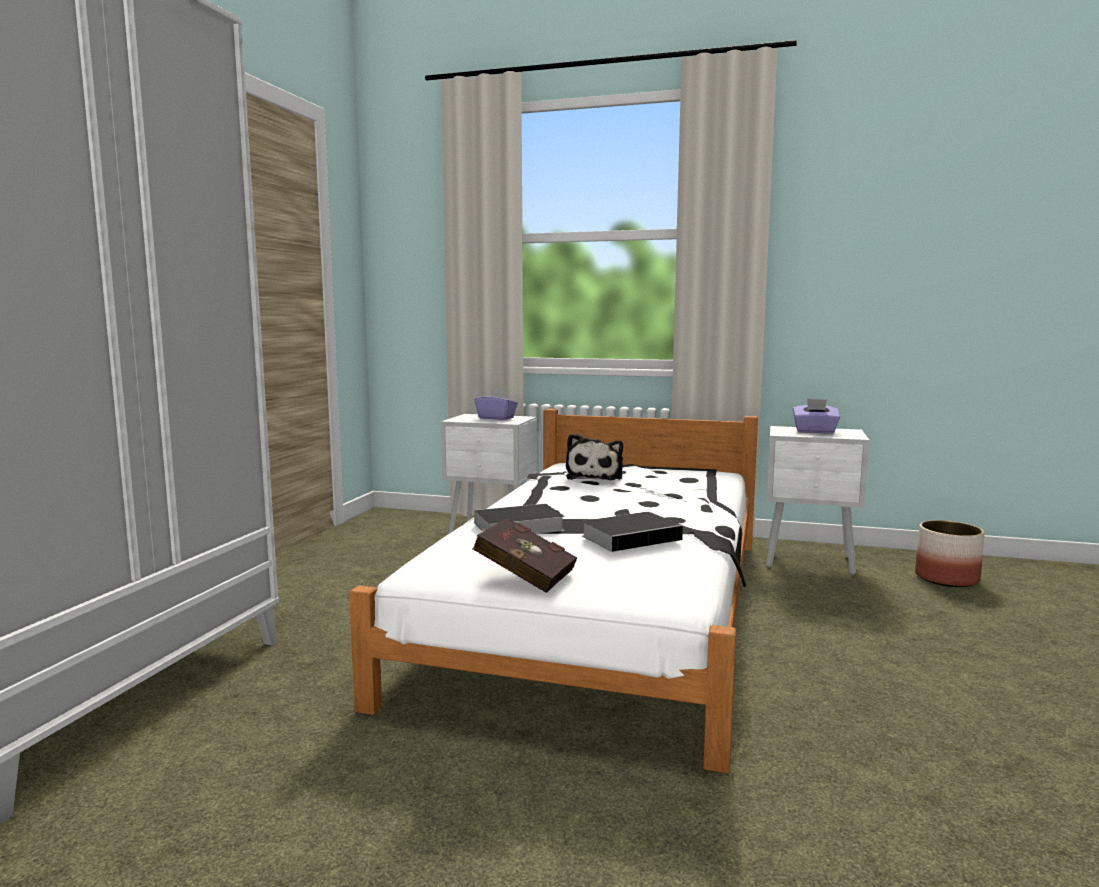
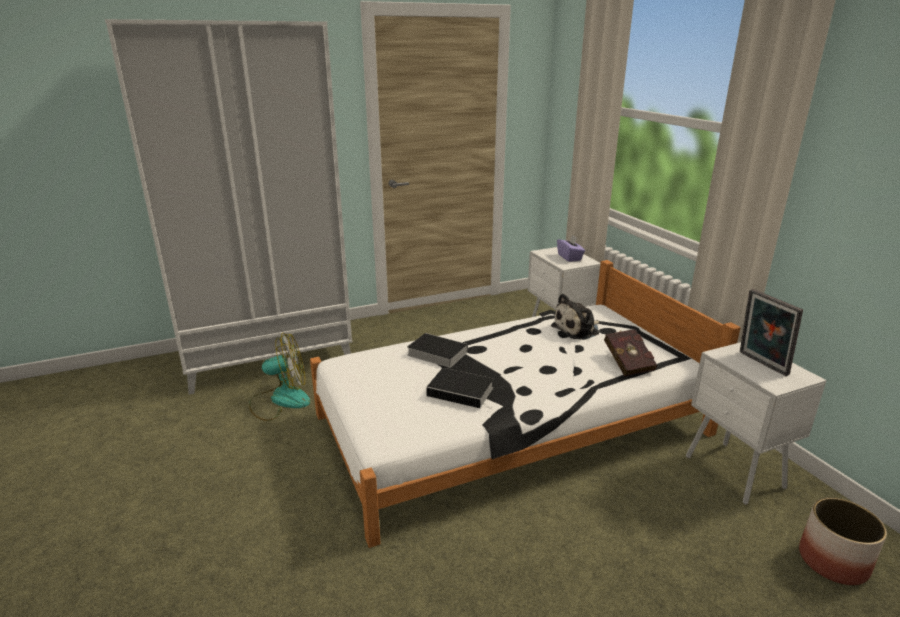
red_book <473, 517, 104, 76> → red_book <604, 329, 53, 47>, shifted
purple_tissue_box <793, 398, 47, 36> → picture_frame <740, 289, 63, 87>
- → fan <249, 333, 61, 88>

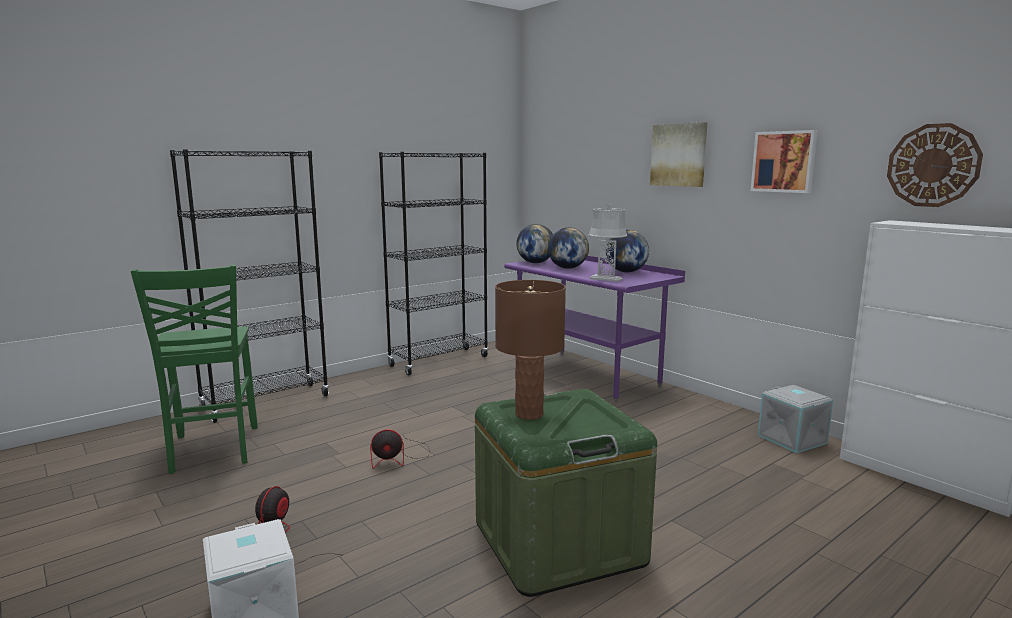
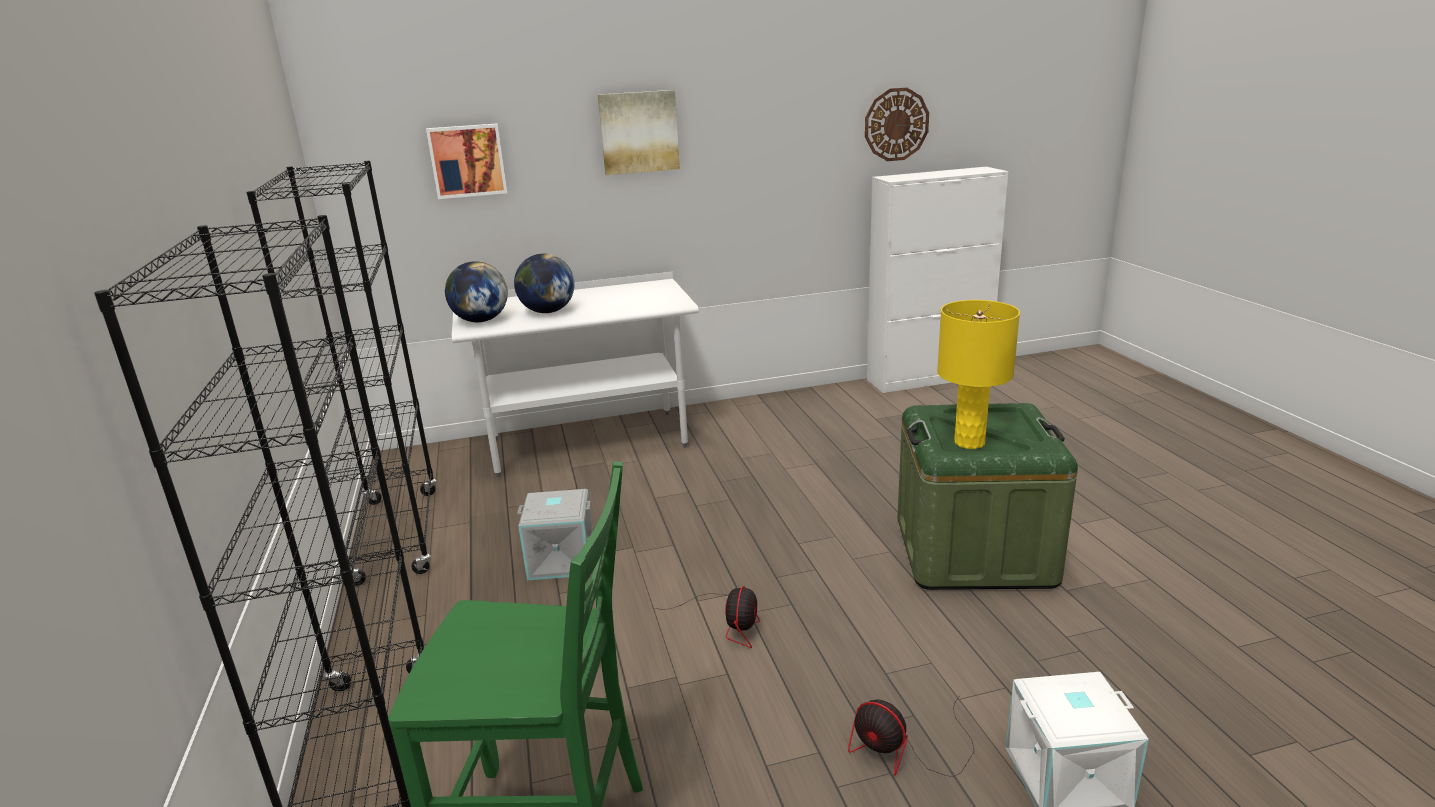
brown_table_lamp <495, 280, 71, 140> → yellow_table_lamp <937, 300, 83, 149>
purple_desk <504, 256, 181, 146> → white_desk <452, 272, 247, 206>
grey_table_lamp <589, 204, 38, 78> → -
globe <606, 230, 43, 42> → -
picture <751, 130, 67, 63> → picture <426, 124, 81, 75>, shifted
grey_storage_box <758, 385, 75, 68> → grey_storage_box <517, 489, 76, 91>, shifted

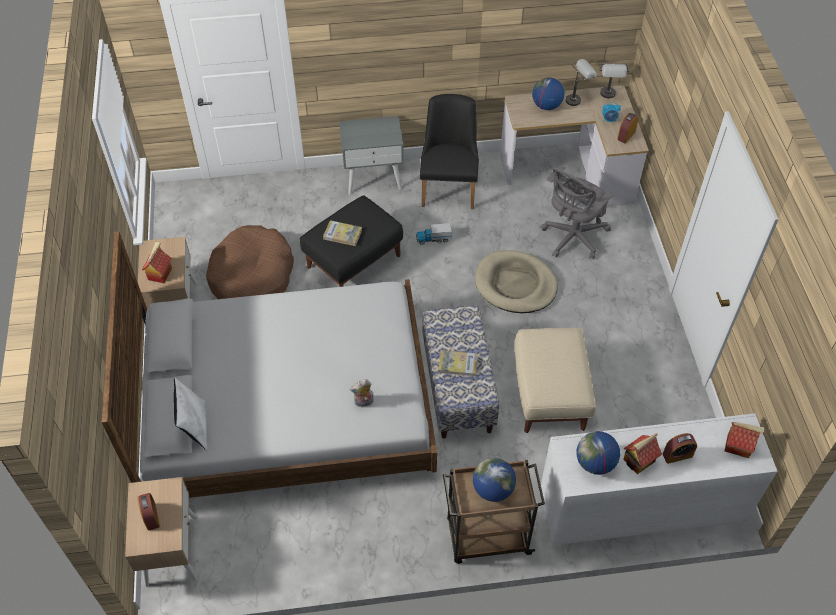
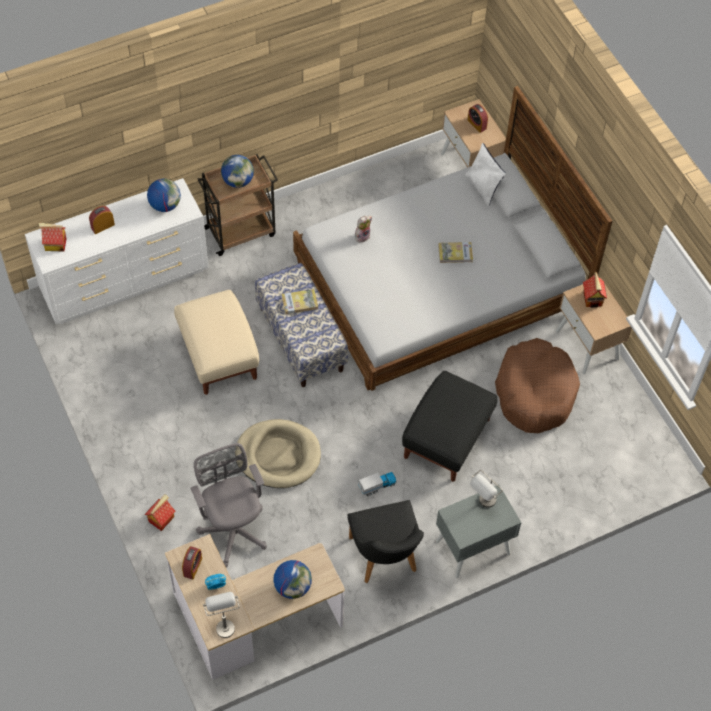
book <323, 220, 39, 26> → book <438, 242, 35, 21>, shifted
grey_office_chair <540, 165, 73, 94> → grey_office_chair <191, 443, 76, 125>, 45 degrees counterclockwise
grey_table_lamp <566, 59, 31, 47> → grey_table_lamp <470, 470, 33, 38>, shifted
toy_house <623, 433, 39, 41> → toy_house <145, 494, 30, 37>, shifted

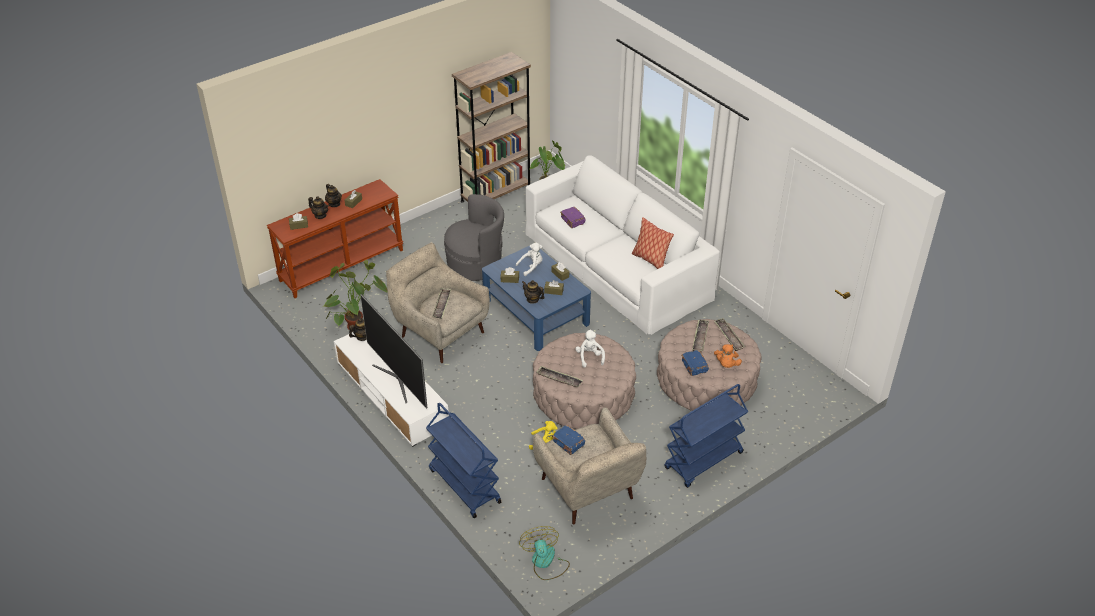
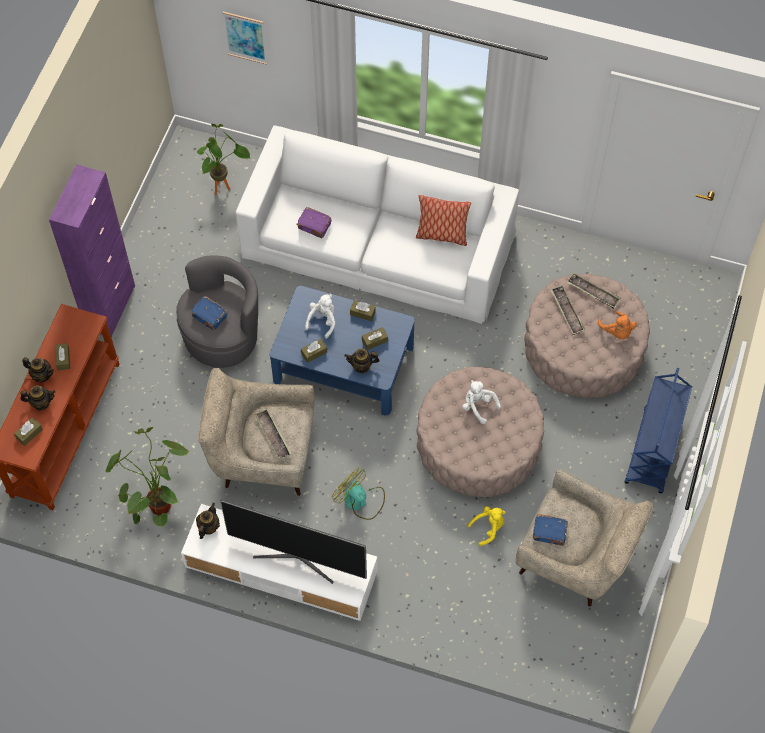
blue_cart <426, 403, 75, 115> → -
brown_bookcase <452, 52, 79, 151> → -
fan <519, 526, 51, 54> → fan <332, 468, 53, 52>, shifted
tray <536, 366, 47, 21> → -
blue_book <681, 350, 28, 26> → blue_book <190, 296, 38, 35>, shifted
- → purple_cabinet <49, 165, 86, 173>
- → picture <223, 12, 44, 53>

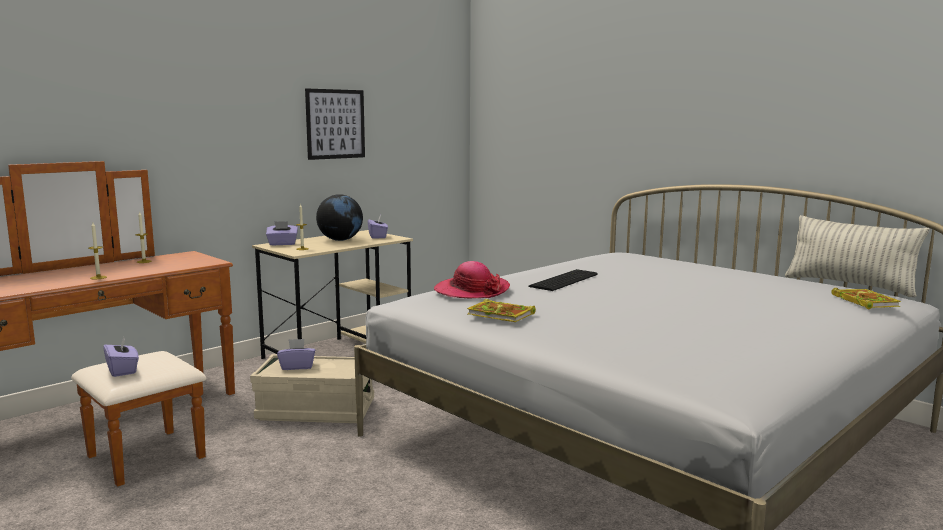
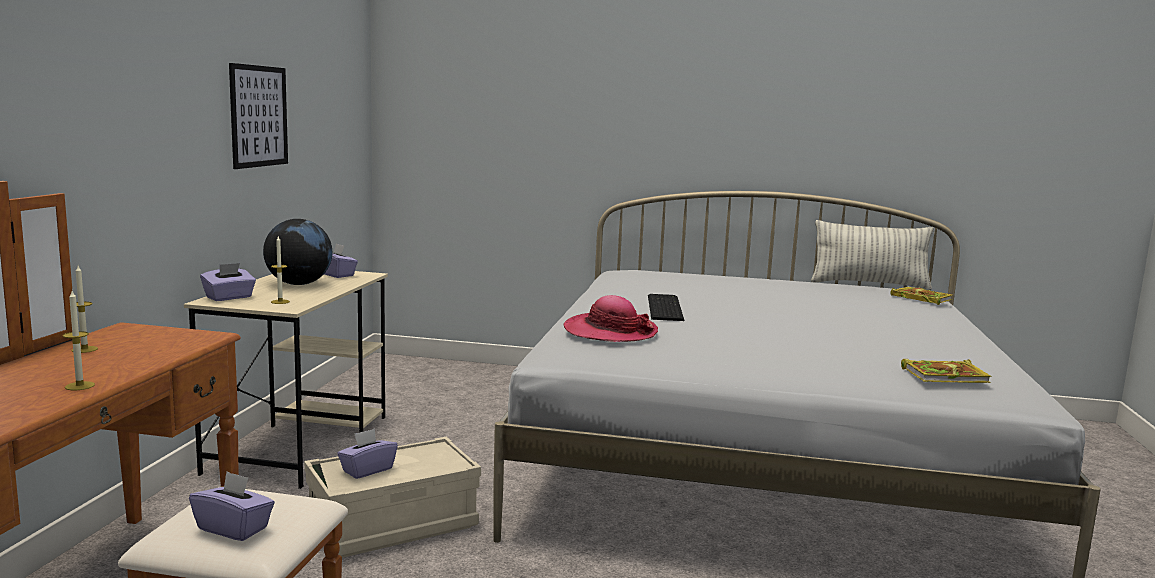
book <467, 299, 69, 23> → book <901, 359, 91, 24>, shifted

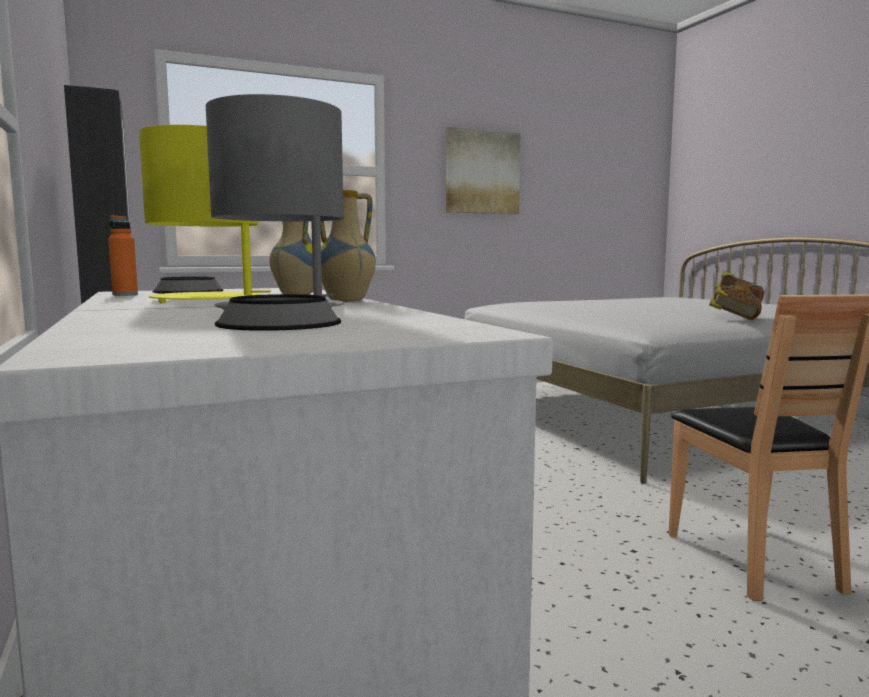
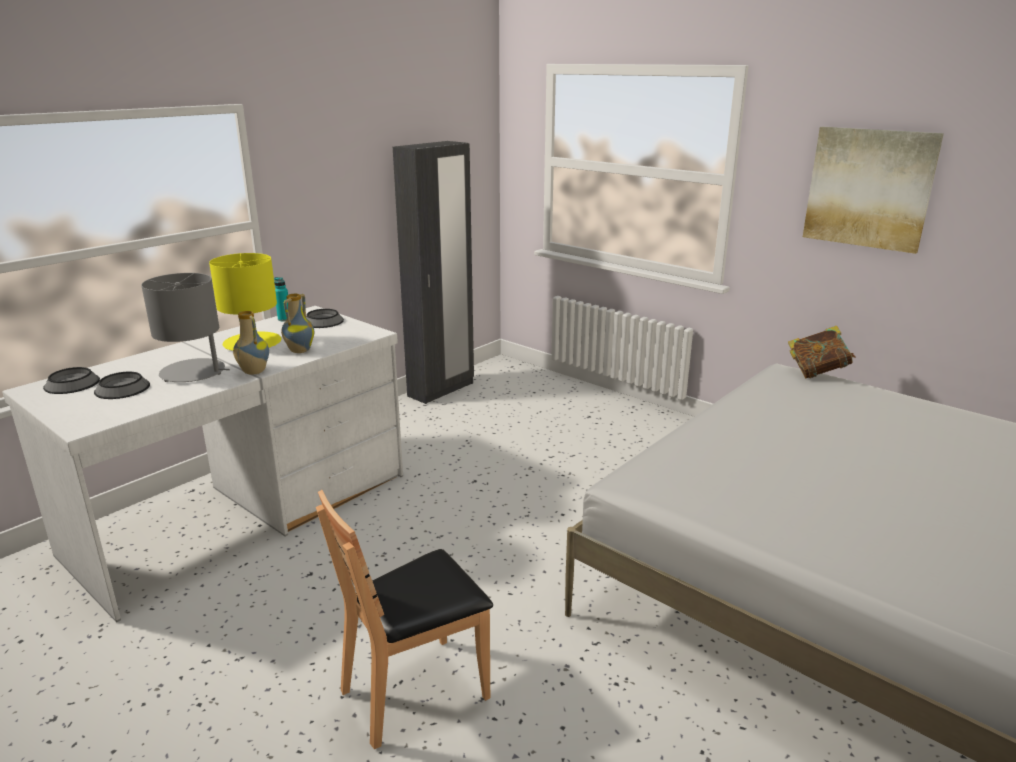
orange_bottle <108, 215, 30, 81> → turquoise_bottle <274, 277, 14, 44>
book <709, 271, 55, 49> → book <788, 326, 68, 52>, shifted
- → bowl <43, 367, 57, 27>

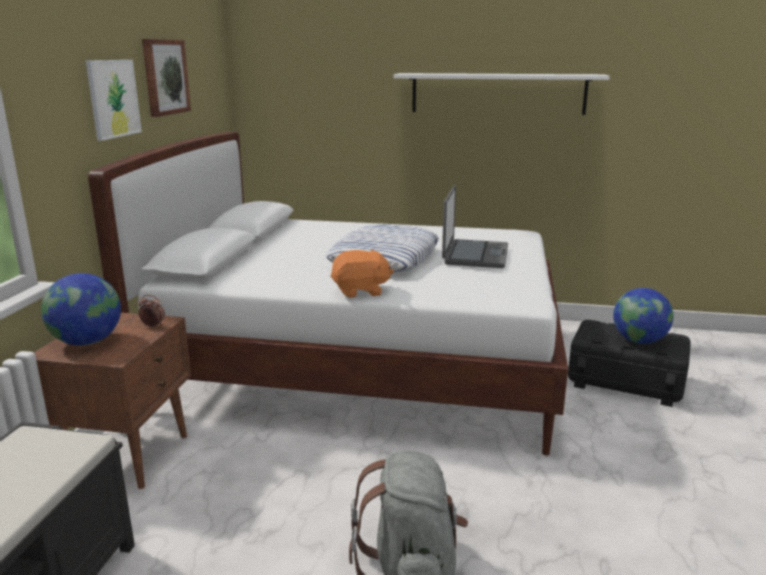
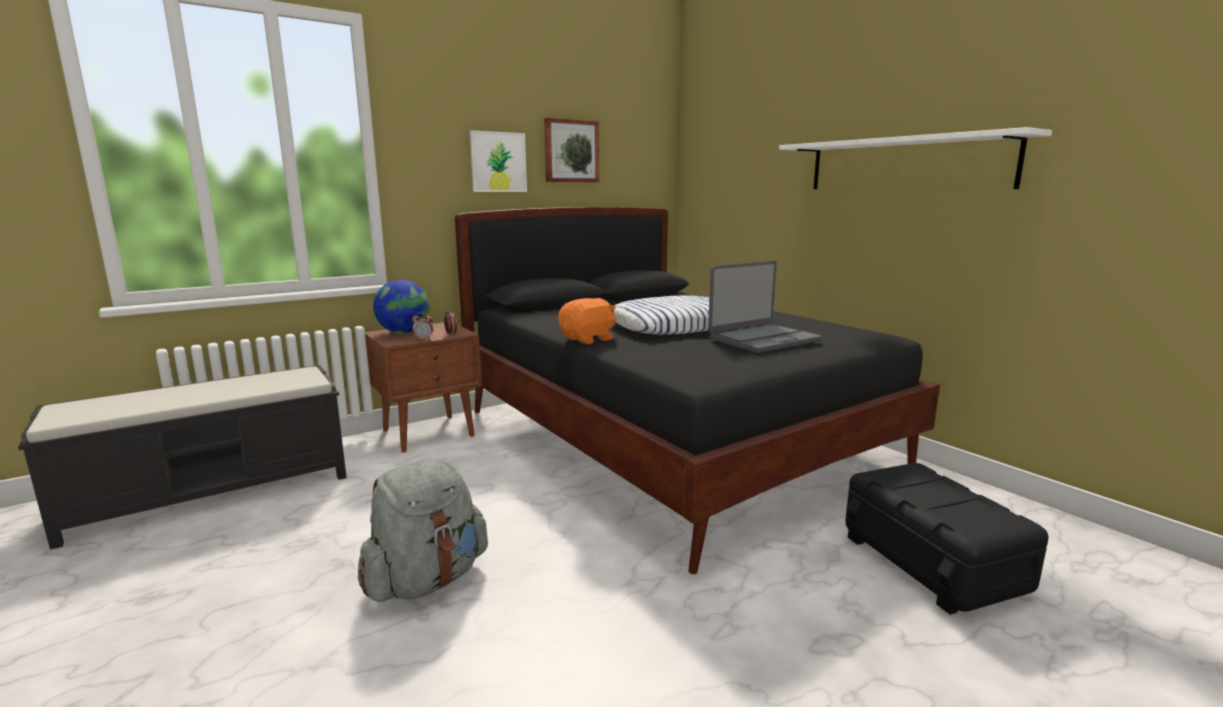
white_bed <88, 132, 480, 324> → black_bed <455, 207, 485, 367>
orange_plush_toy <330, 250, 64, 48> → orange_plush_toy <558, 298, 58, 46>, 75 degrees counterclockwise
globe <613, 288, 60, 56> → -
- → alarm_clock <412, 312, 21, 28>

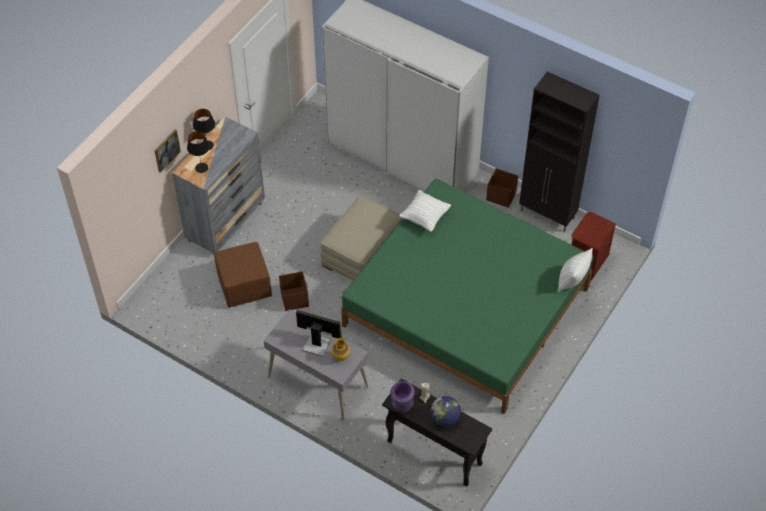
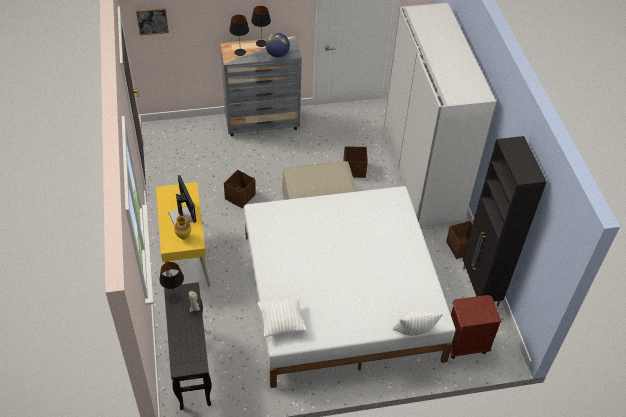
picture <154, 130, 27, 43> → picture <136, 8, 33, 27>, shifted
brown_ottoman <214, 242, 58, 66> → -
grey_desk <264, 309, 105, 111> → yellow_desk <156, 182, 54, 105>
green_bed <341, 179, 253, 235> → white_bed <244, 186, 211, 202>
purple_vase <391, 381, 24, 32> → black_table_lamp <159, 262, 25, 43>
white_pillow <399, 190, 52, 42> → white_pillow <257, 296, 50, 41>, shifted
globe <431, 396, 30, 31> → globe <266, 33, 24, 25>, shifted
- → brown_storage_box <343, 146, 25, 32>

